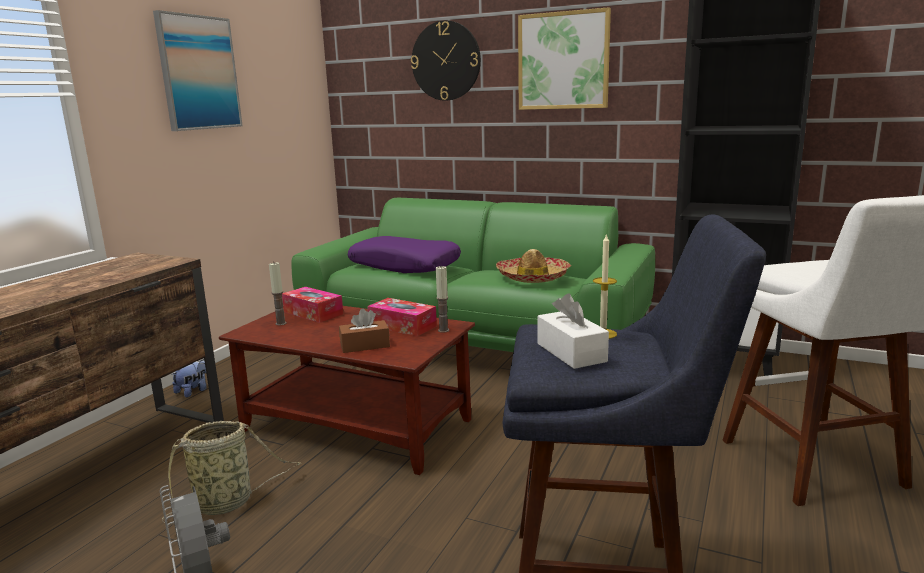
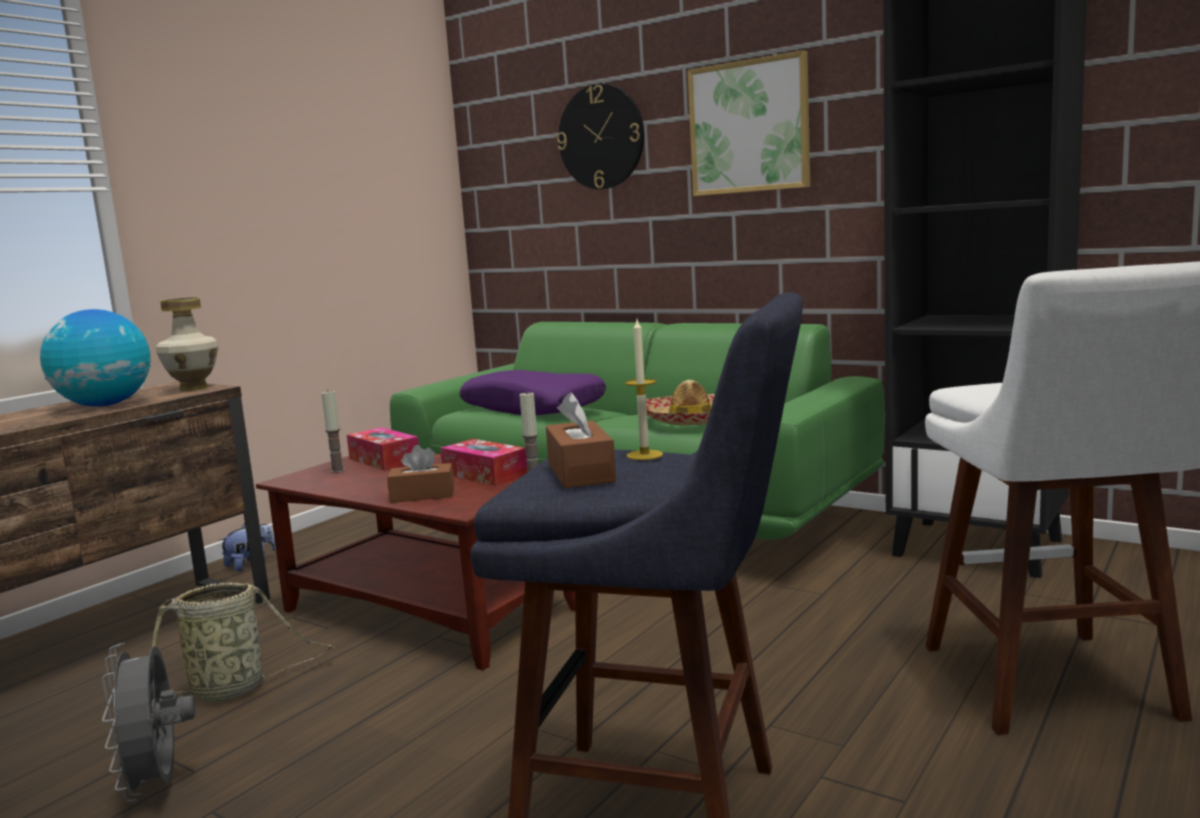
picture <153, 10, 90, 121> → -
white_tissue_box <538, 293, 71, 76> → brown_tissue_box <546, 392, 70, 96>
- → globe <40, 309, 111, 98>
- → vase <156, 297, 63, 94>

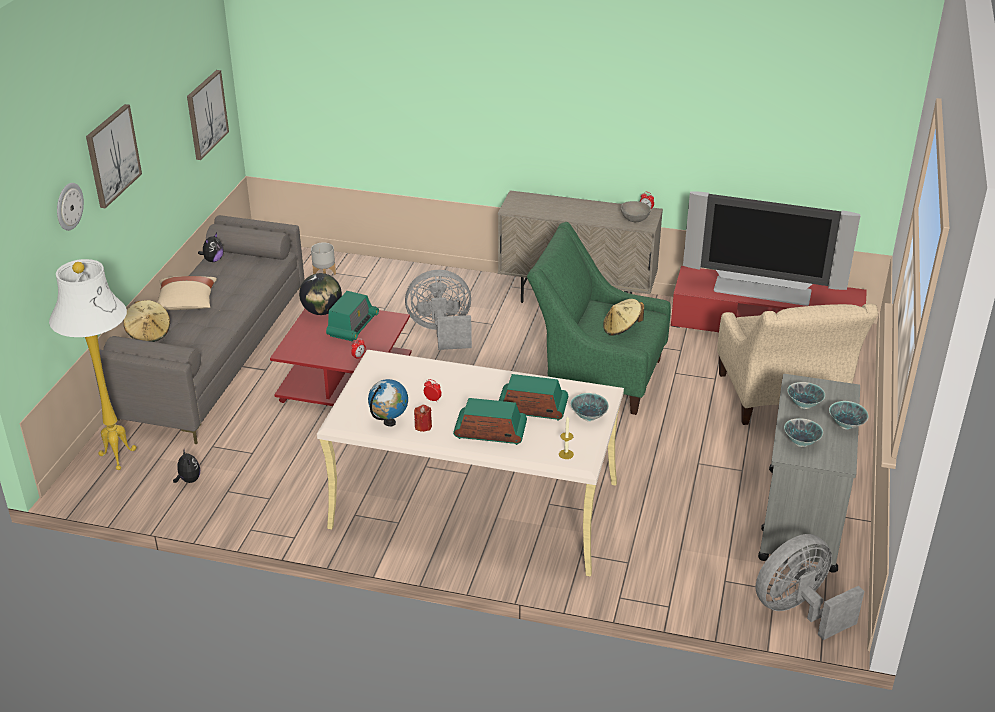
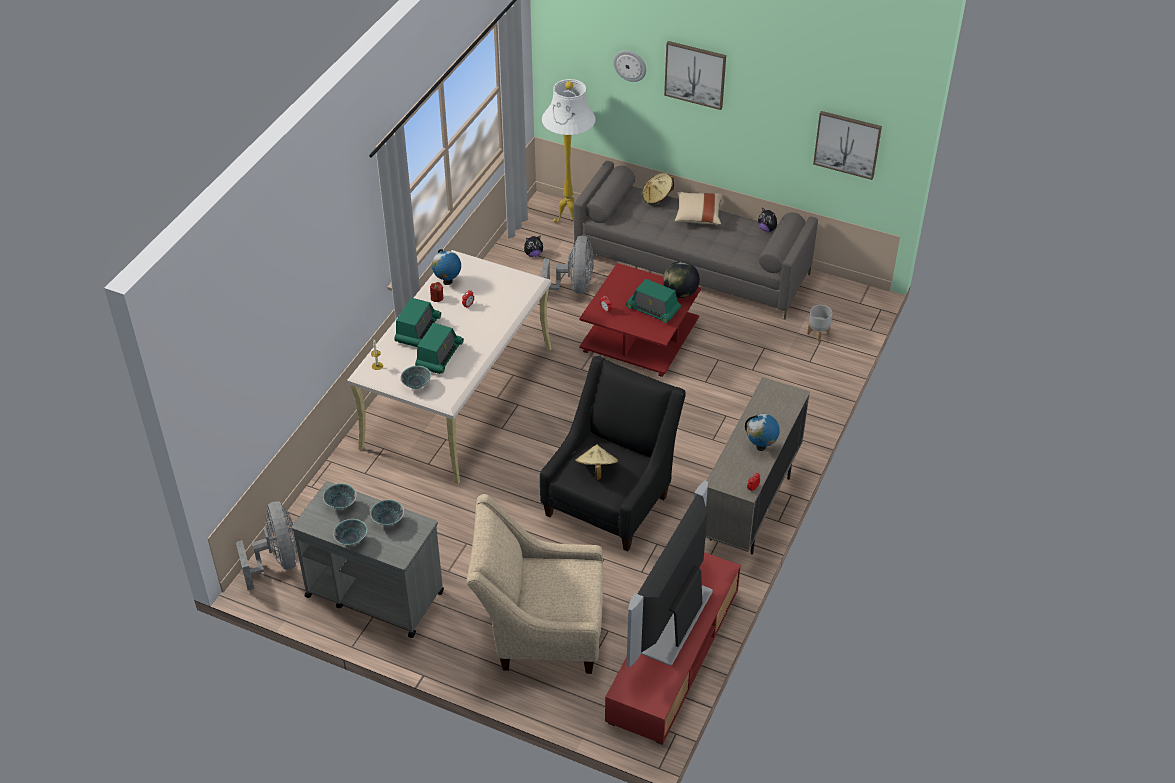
grey_fan <405, 270, 67, 80> → grey_fan <541, 236, 53, 63>, shifted
green_armchair <527, 222, 144, 193> → black_armchair <540, 356, 146, 196>
grey_bowl <621, 201, 30, 21> → -
- → globe <745, 414, 35, 37>

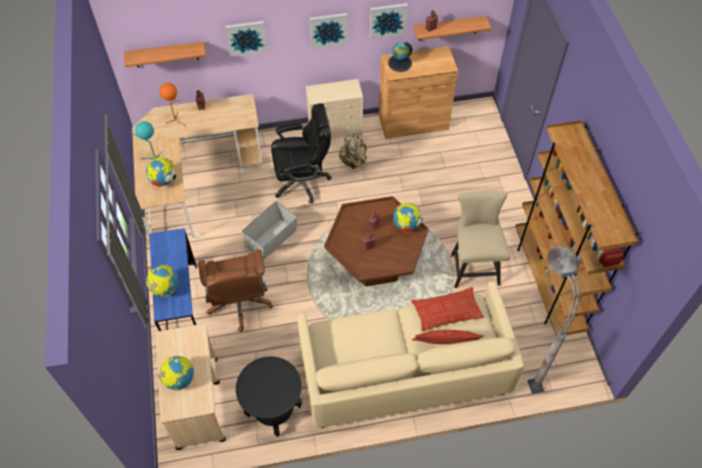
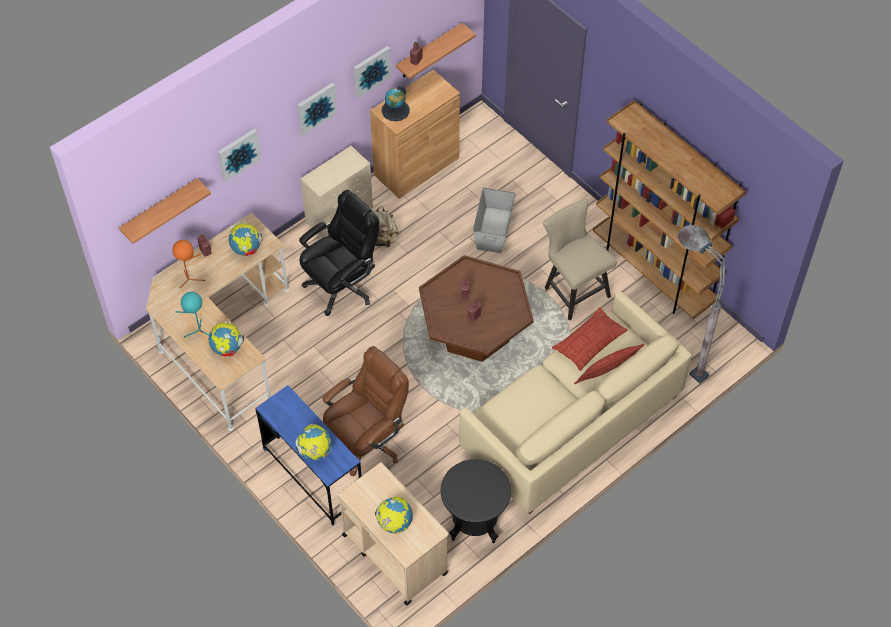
brown_office_chair <198, 249, 75, 83> → brown_office_chair <322, 346, 87, 130>, 90 degrees counterclockwise
grey_storage_box <242, 201, 56, 59> → grey_storage_box <473, 188, 43, 65>, shifted
globe <393, 202, 30, 30> → globe <229, 222, 33, 34>, shifted

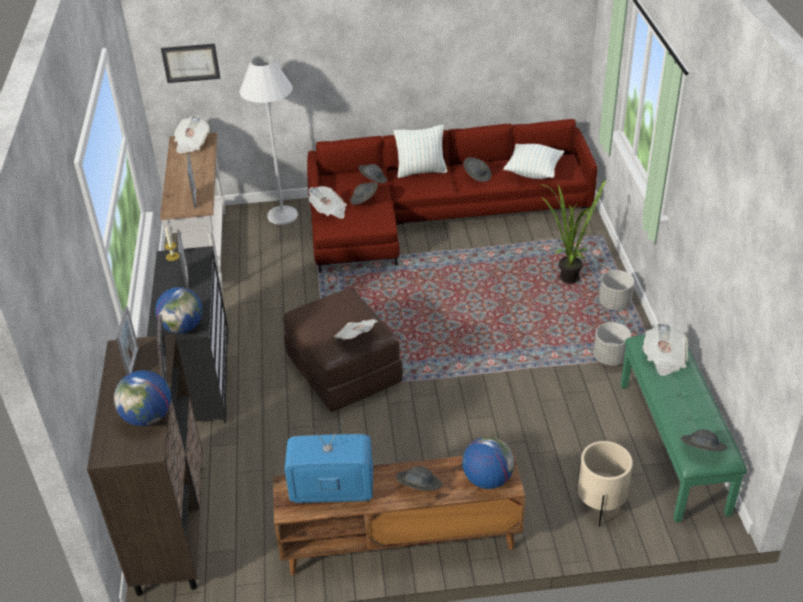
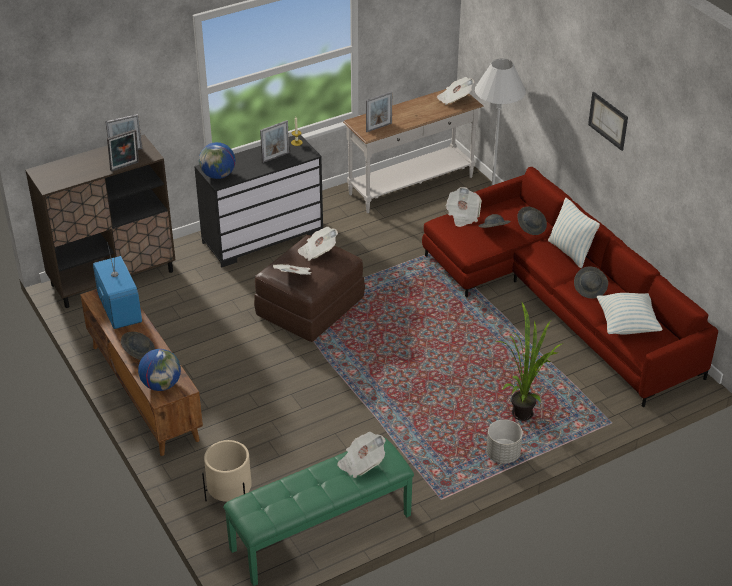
globe <114, 370, 57, 56> → -
picture <161, 44, 59, 39> → picture <588, 92, 40, 59>, shifted
grey_planter <593, 322, 38, 43> → -
grey_hat <681, 429, 46, 22> → -
- → newspaper <298, 227, 40, 34>

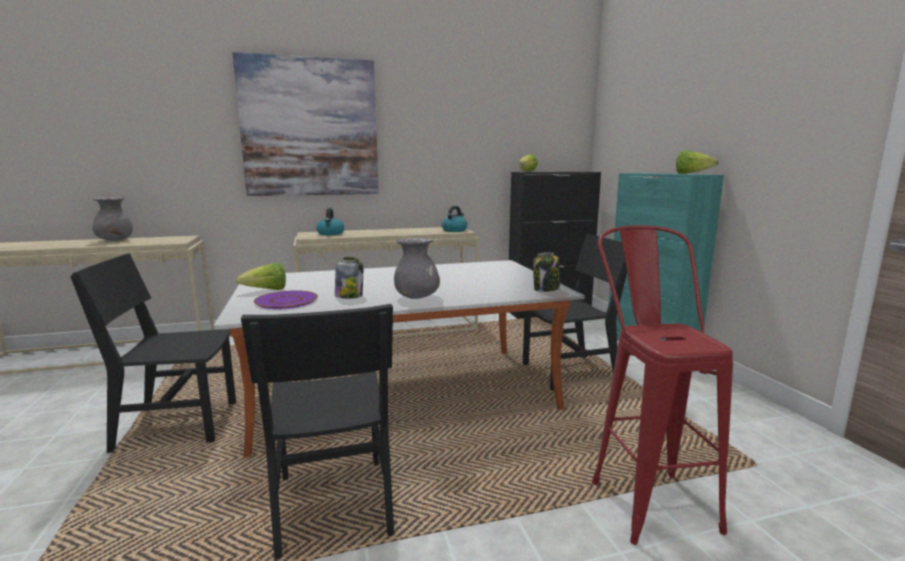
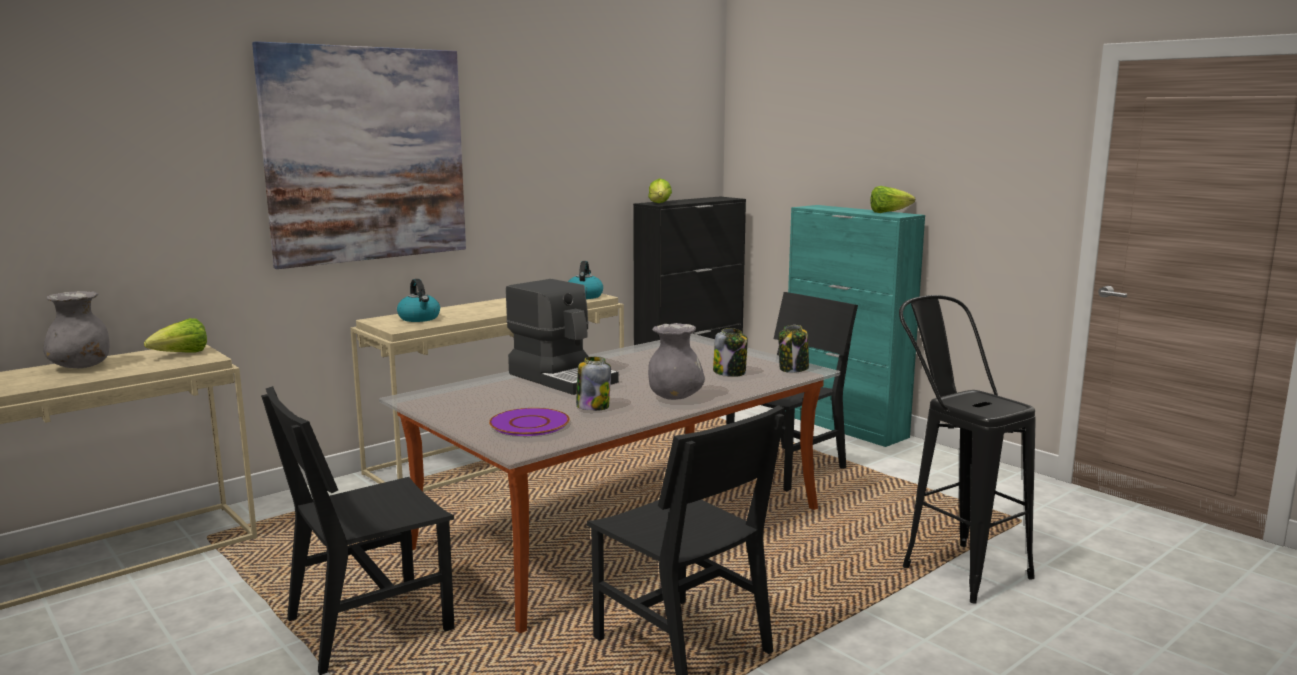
lettuce <236, 263, 50, 27> → lettuce <144, 318, 63, 35>, shifted
red_stool <592, 225, 141, 320> → black_stool <899, 295, 136, 309>
- → coffee_machine <506, 279, 113, 116>
- → jar <713, 328, 35, 49>

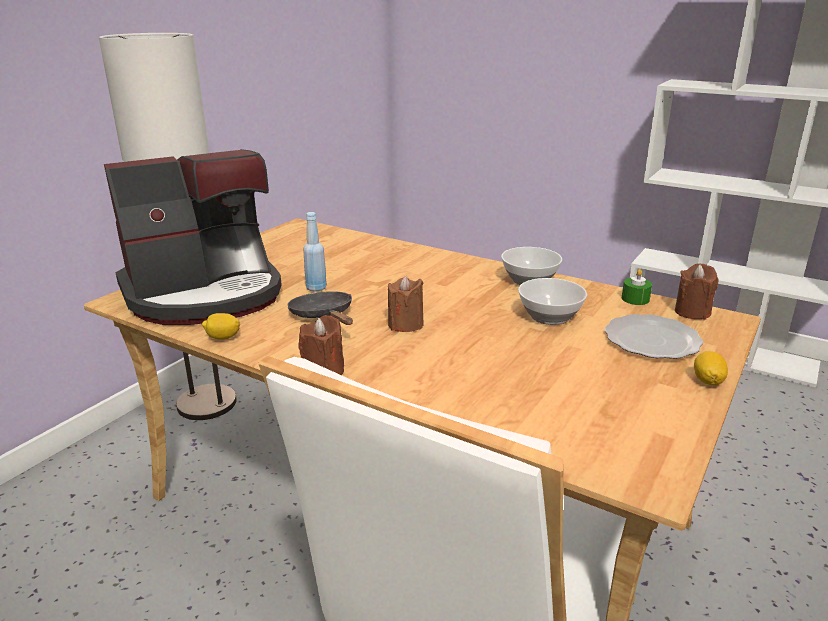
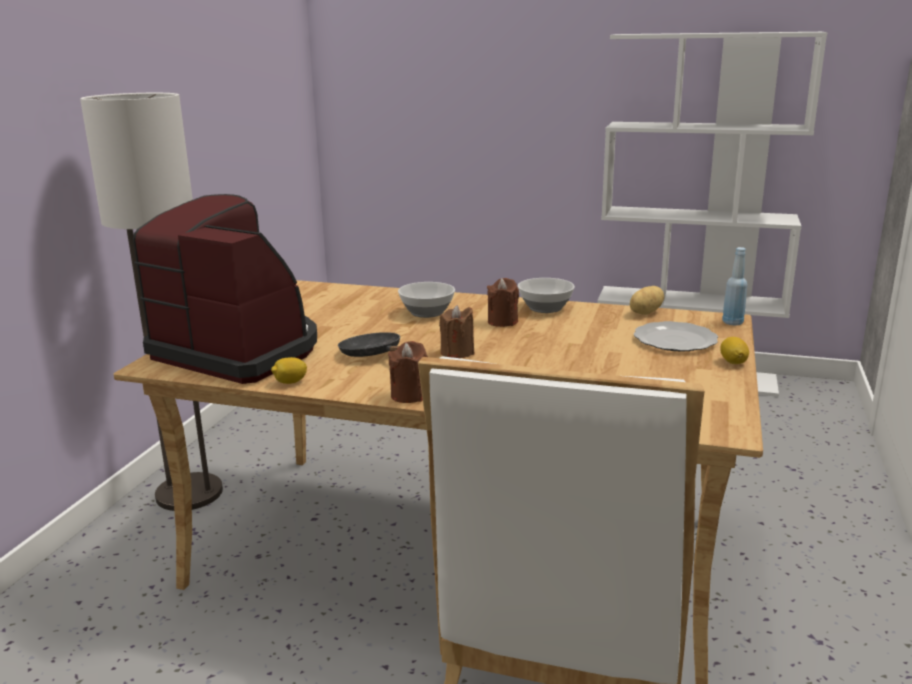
coffee_machine <104, 149, 178, 176> → coffee_machine <133, 194, 184, 190>, 105 degrees counterclockwise
blue_bottle <303, 212, 24, 80> → blue_bottle <722, 247, 25, 78>, shifted
bowl <518, 278, 69, 47> → bowl <398, 282, 57, 36>, shifted
green_candle <622, 269, 30, 36> → potato <630, 286, 34, 29>
brown_candle <675, 264, 44, 56> → brown_candle <487, 278, 32, 49>, shifted

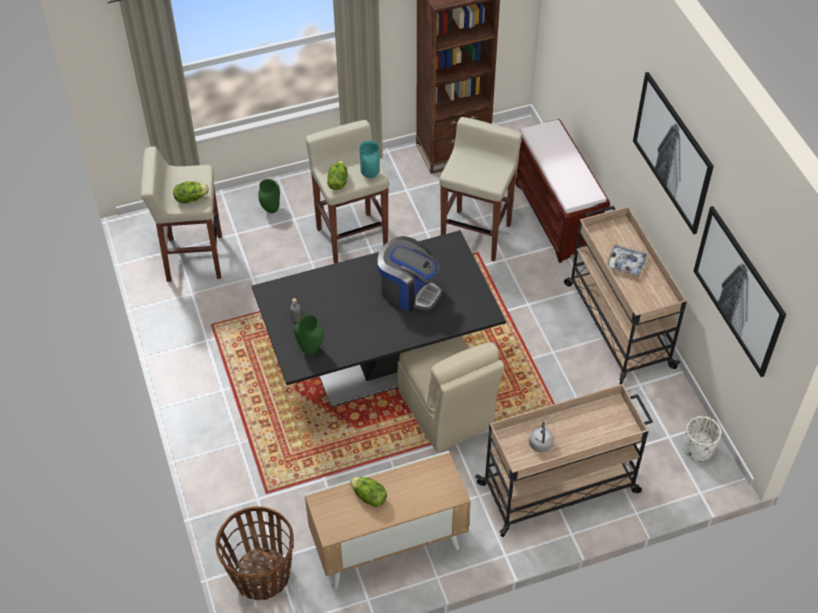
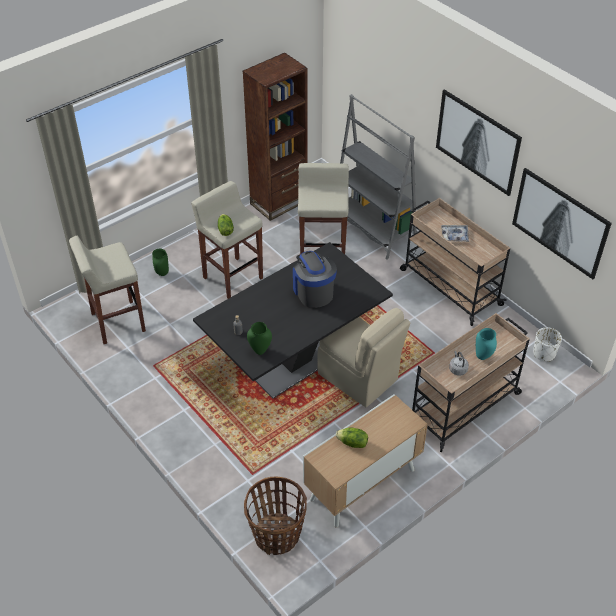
lettuce <173, 181, 36, 22> → -
turquoise_vase <360, 141, 20, 37> → turquoise_vase <476, 328, 21, 32>, shifted
coffee_machine <378, 236, 65, 76> → coffee_machine <293, 251, 44, 57>, 120 degrees counterclockwise
brown_bench <515, 119, 95, 144> → grey_bookcase <340, 94, 77, 166>

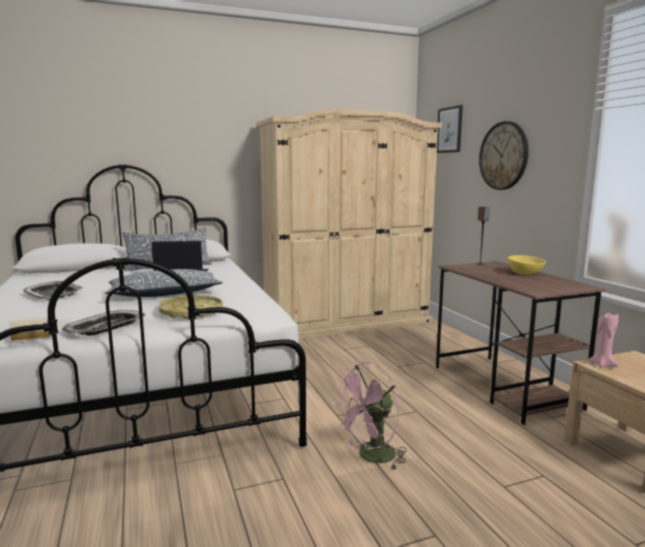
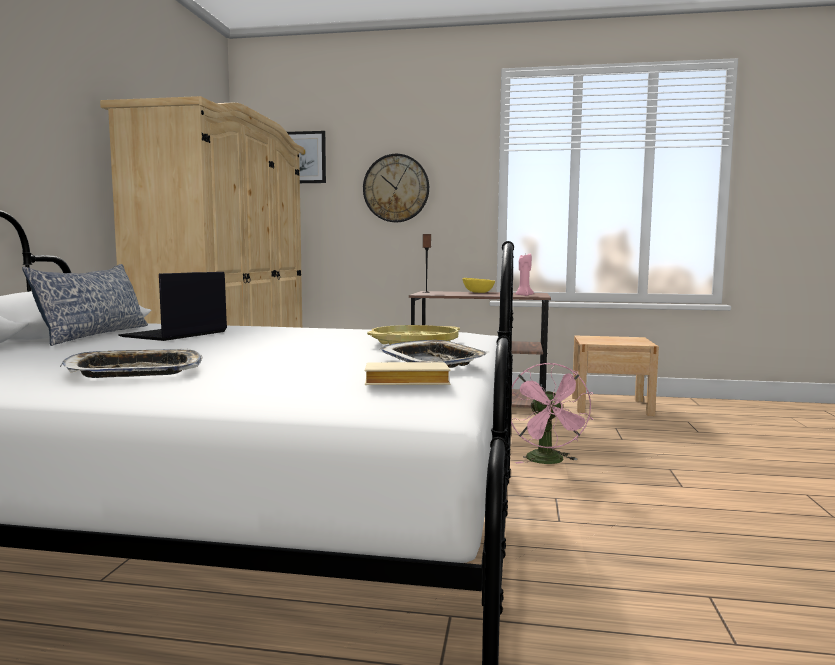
pillow <105, 269, 118, 28> → -
pink_candle <588, 313, 31, 55> → pink_candle <515, 253, 19, 43>, shifted

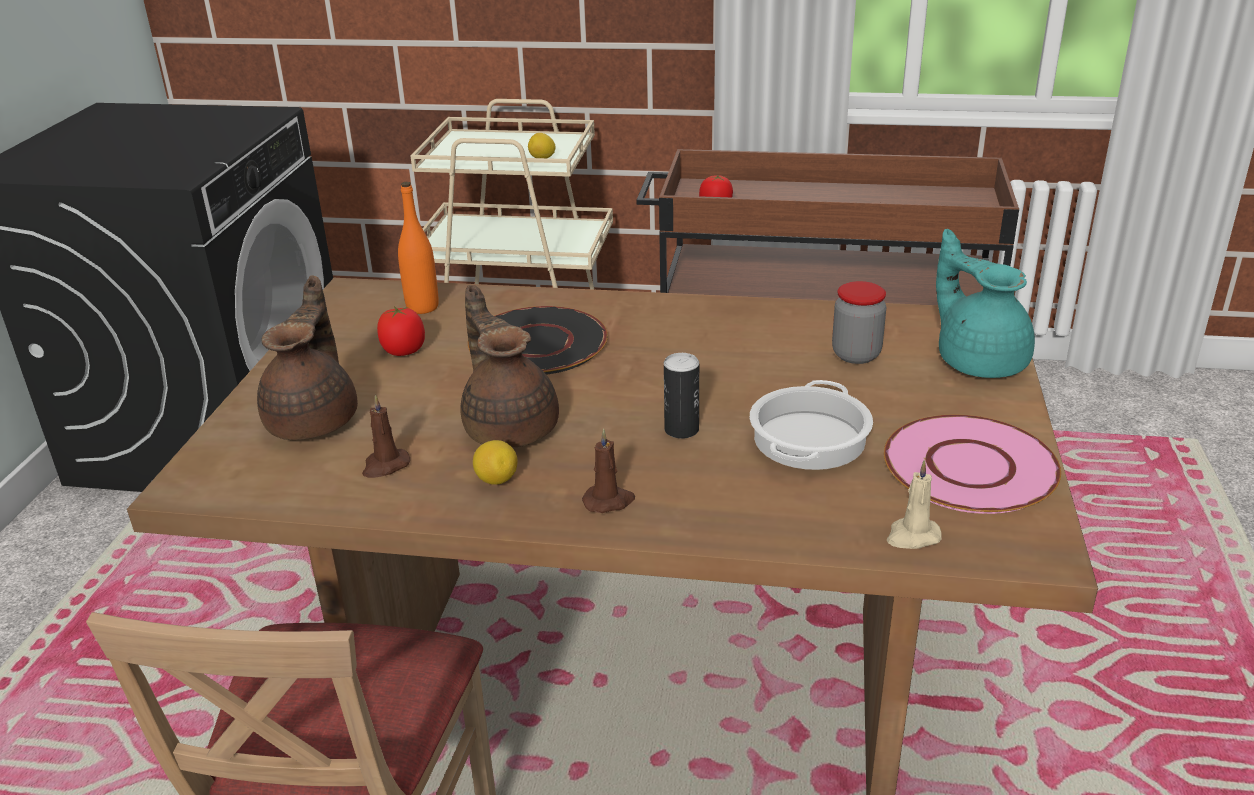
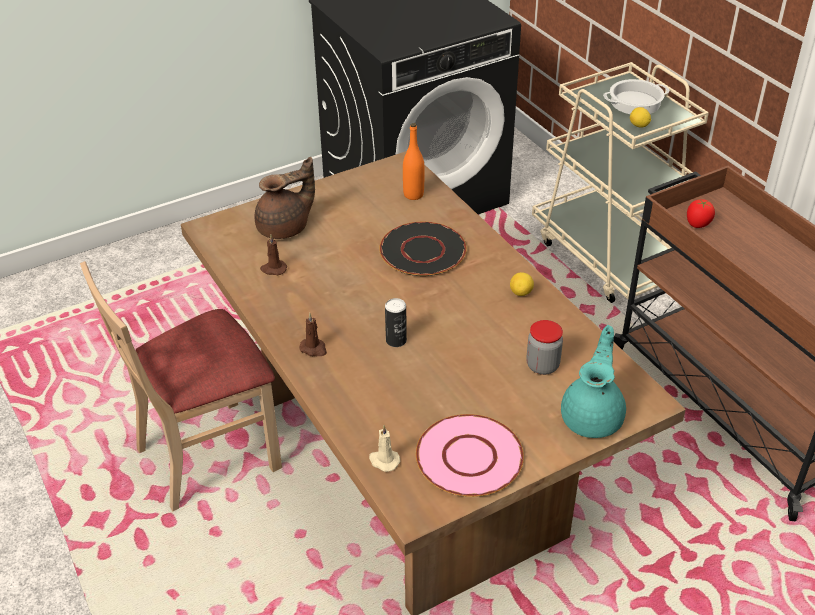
tomato <377, 306, 48, 50> → -
brown_teapot <460, 285, 99, 163> → -
lemon <473, 440, 45, 45> → lemon <510, 272, 24, 24>, shifted
cooking_pot <750, 380, 123, 90> → cooking_pot <603, 79, 66, 35>, shifted

